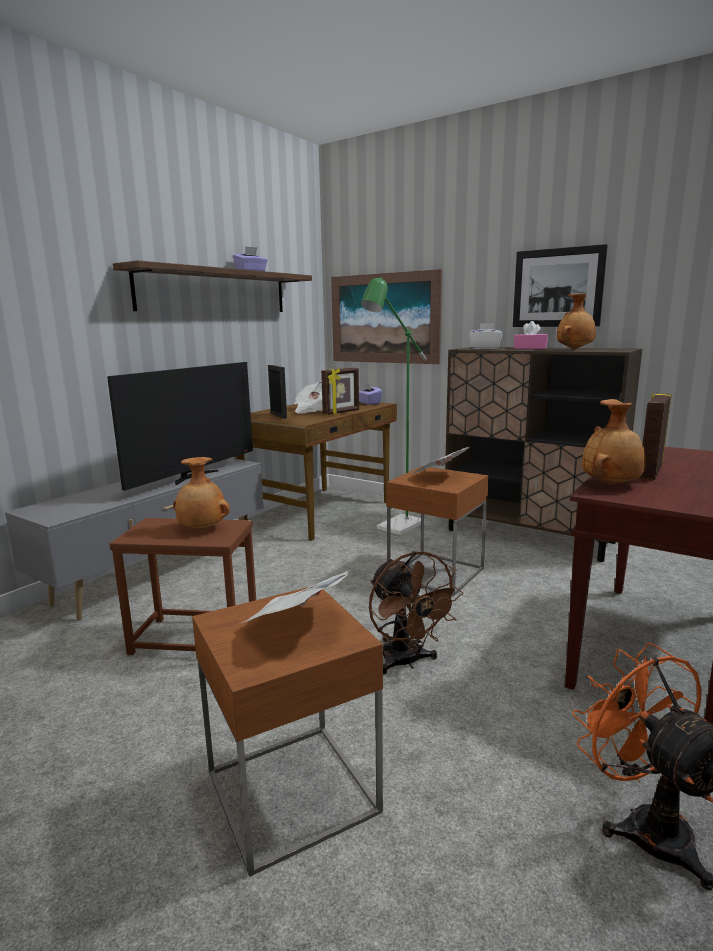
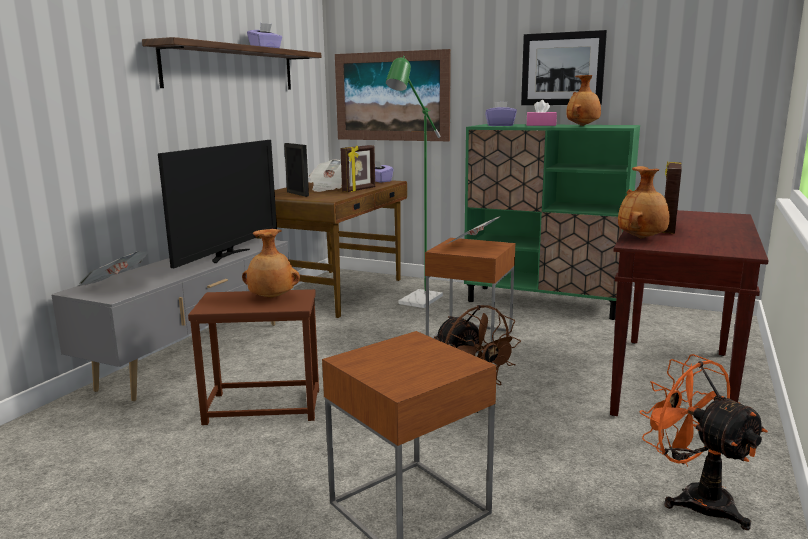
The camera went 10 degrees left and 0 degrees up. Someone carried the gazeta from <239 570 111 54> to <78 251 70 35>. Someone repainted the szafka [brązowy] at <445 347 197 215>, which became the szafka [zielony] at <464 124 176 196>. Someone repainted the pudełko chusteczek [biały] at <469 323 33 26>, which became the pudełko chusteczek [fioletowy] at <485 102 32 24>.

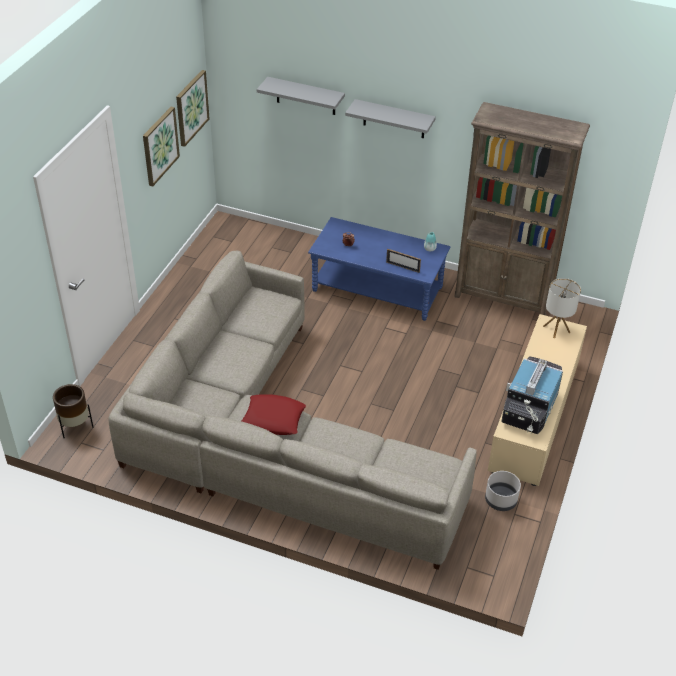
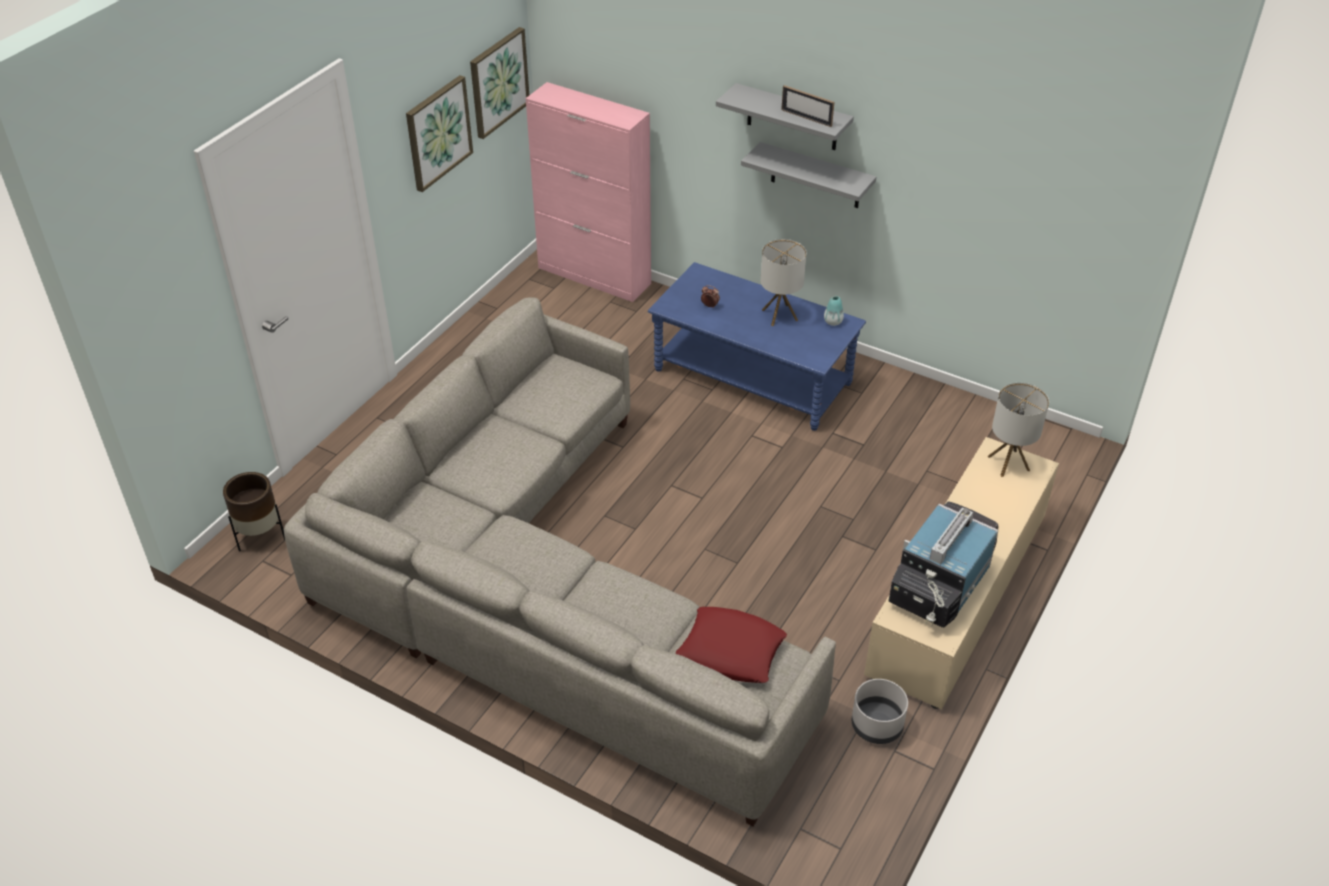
The camera went 10 degrees right and 0 degrees up. Someone took away the regał [brązowy] at <454 102 136 214>. Someone put down the szafka [różowy] at <525 82 126 220>. Someone put down the lampa stołowa at <761 239 46 87>. Someone carried the poduszka [czerwony] from <242 394 64 41> to <676 606 111 77>. Someone carried the półka [szary] from <257 77 88 38> to <741 142 135 66>. Someone carried the ramka na zdjęcie from <386 249 35 24> to <781 85 53 42>.

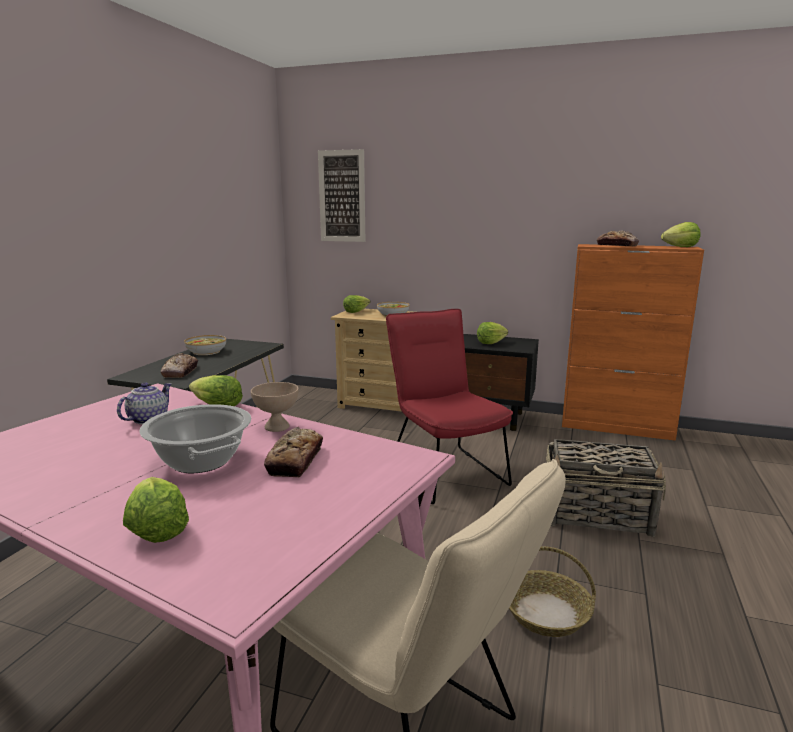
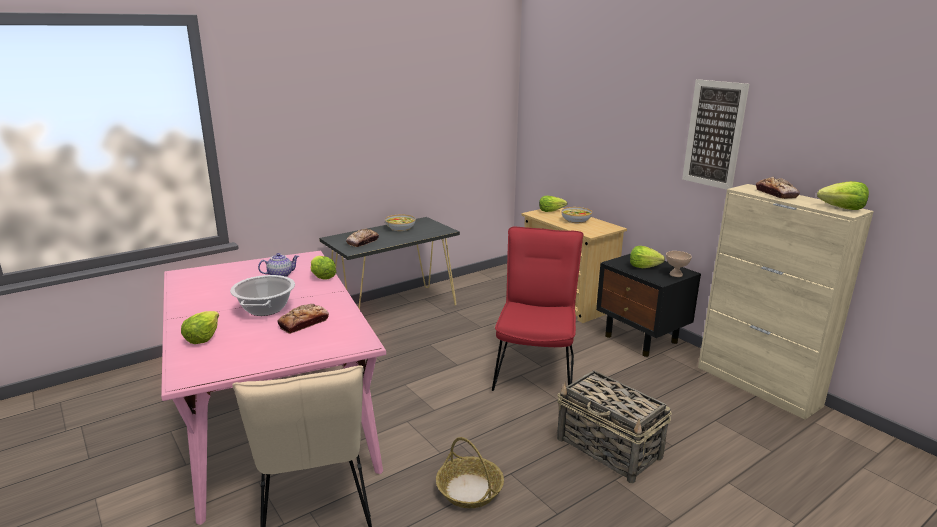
The camera went 35 degrees right and 5 degrees up. Someone carried the miska [beżowy] from <251 382 48 50> to <666 251 26 26>. Someone carried the obraz from <318 149 47 93> to <682 79 67 111>. Someone repainted the szafka [pomarańczowy] at <562 244 142 197>, which became the szafka [beżowy] at <698 184 176 236>.

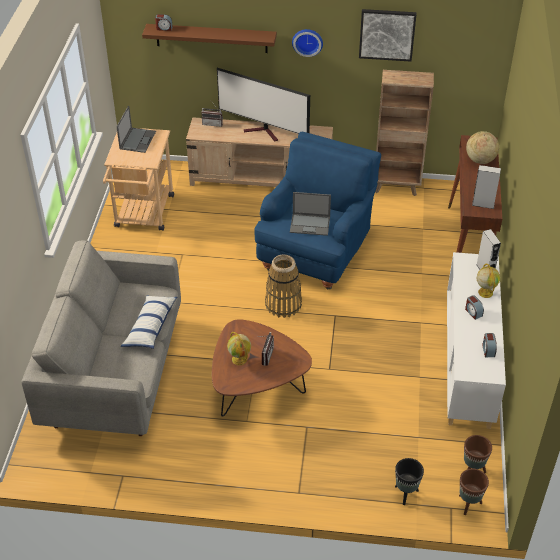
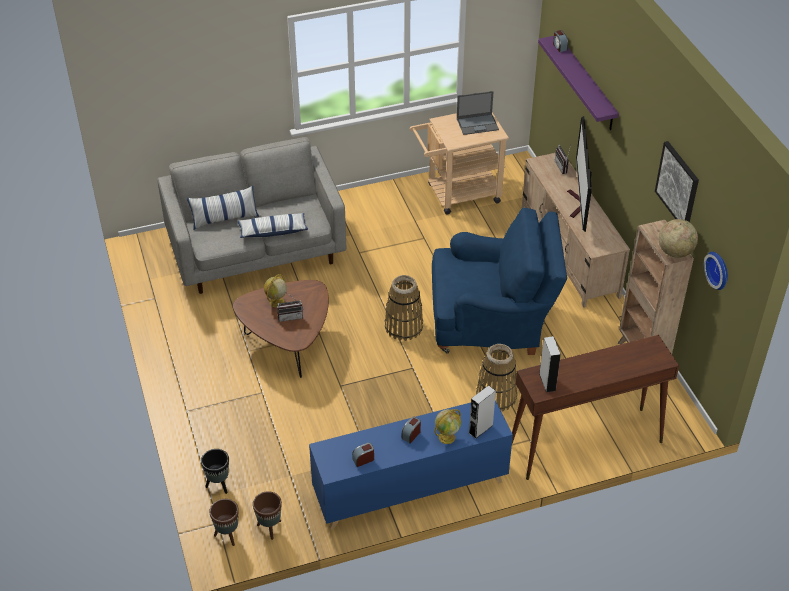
The camera went 65 degrees right and 0 degrees up. Someone took away the laptop at <290 192 41 44>. Someone put down the poduszka at <187 186 72 44>. Someone put down the koszyk at <476 344 41 68>. Someone carried the zegar ścienny from <292 29 31 28> to <704 252 24 38>. Someone carried the globus from <466 131 33 33> to <658 219 40 39>. Someone repainted the półka [brązowy] at <142 24 135 29>, which became the półka [fioletowy] at <538 36 81 94>. Someone repainted the szafka [biały] at <447 252 59 177>, which became the szafka [niebieski] at <309 401 204 129>.

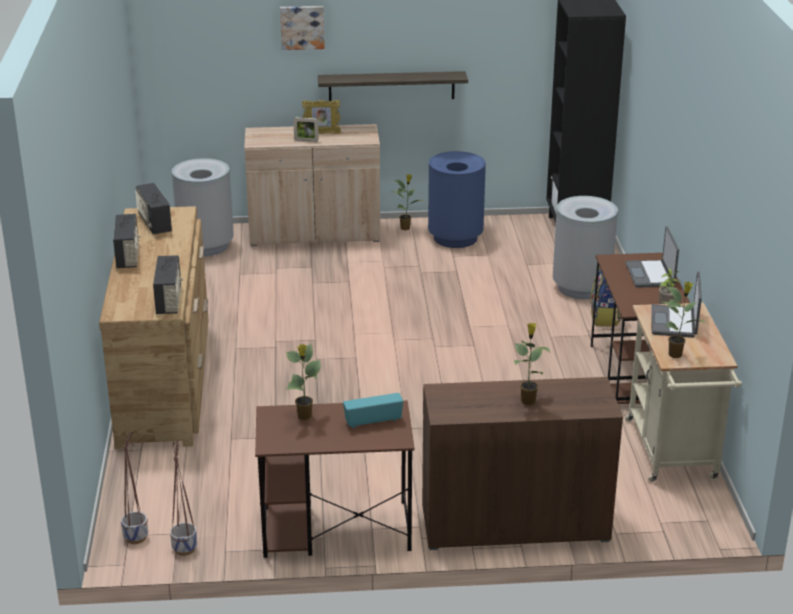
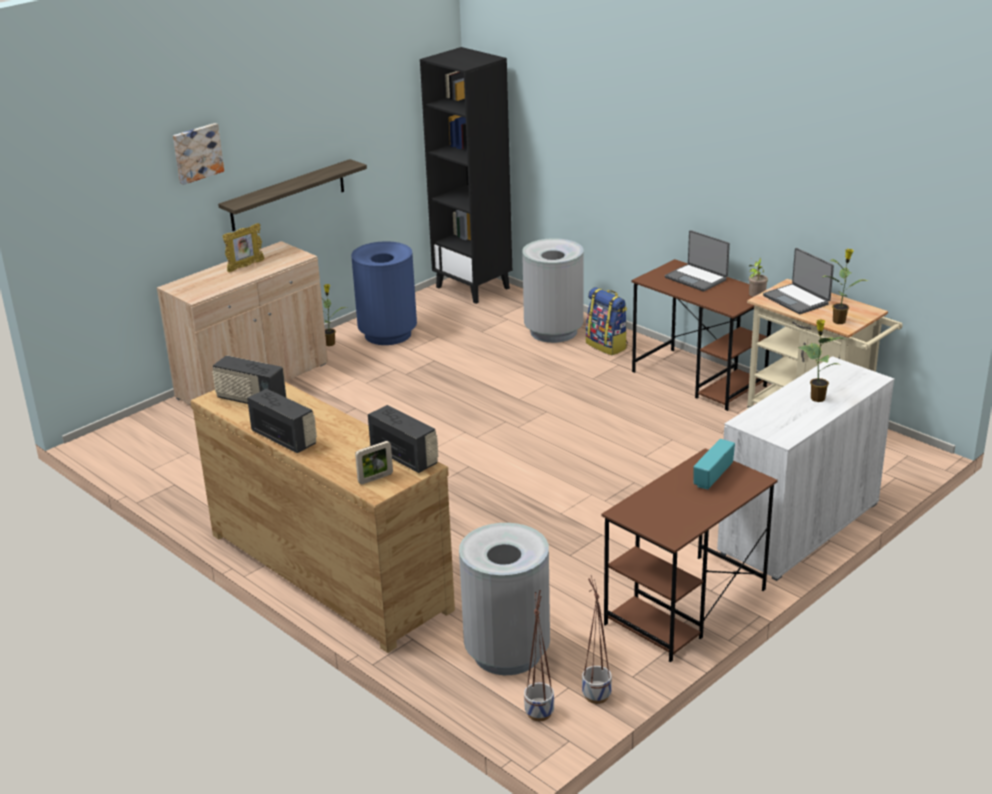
The camera went 40 degrees left and 0 degrees up. Someone took away the roślina doniczkowa at <286 343 35 77>. Someone carried the kosz na śmieci [szary] from <172 158 62 98> to <459 523 91 152>. Someone carried the ramka na zdjęcie from <293 117 26 25> to <355 441 38 43>. Someone repainted the szafka [brązowy] at <422 377 201 173>, which became the szafka [biały] at <717 356 177 225>.

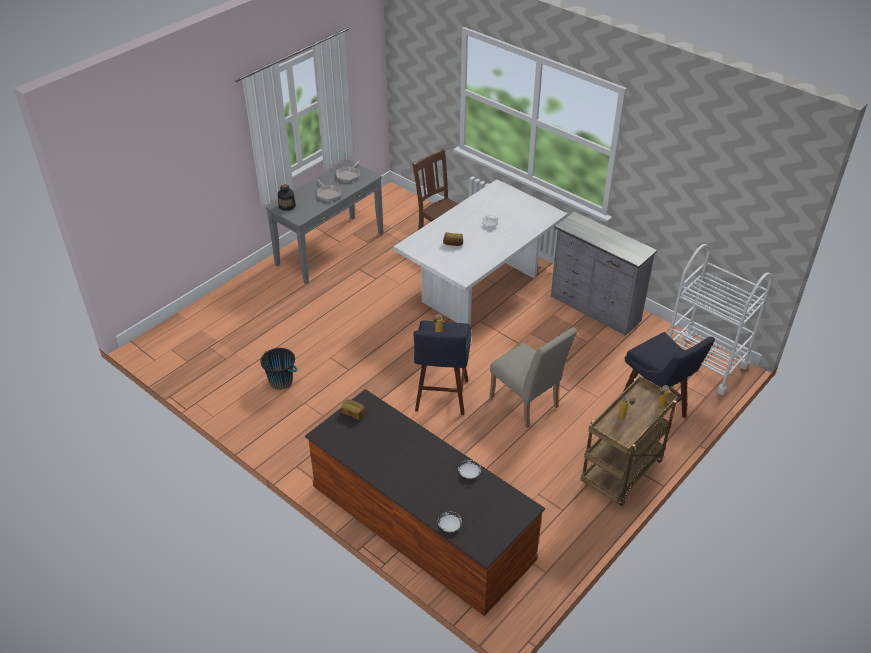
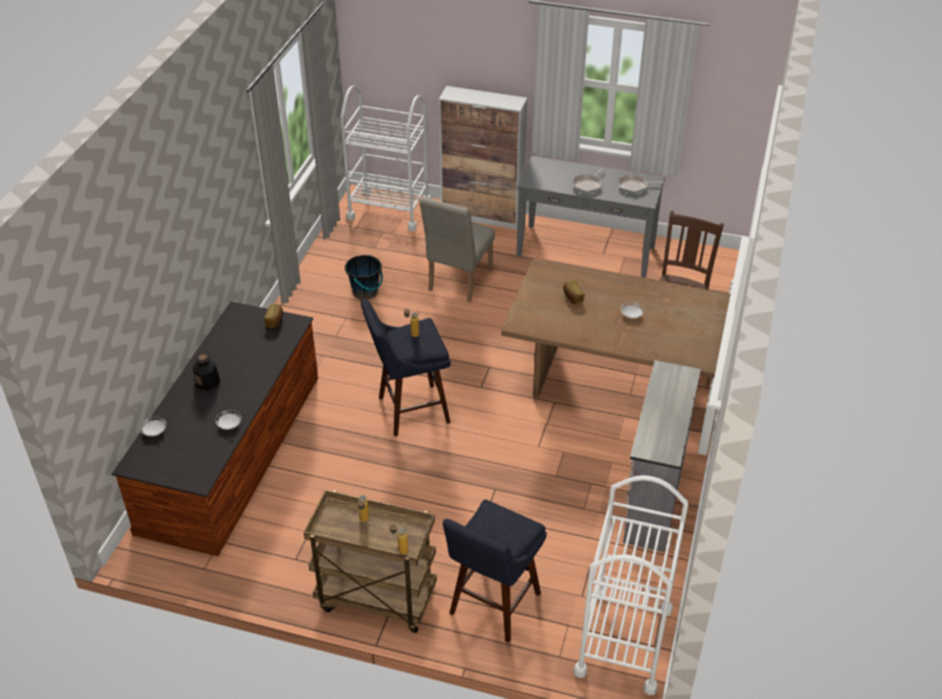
The camera went 65 degrees right and 0 degrees up. Someone put down the wózek [biały] at <341 86 90 145>. Someone put down the szafka at <439 86 88 143>. Someone carried the butelka from <278 184 18 27> to <193 354 27 36>. Someone carried the krzesło [beżowy] from <489 327 88 101> to <419 197 76 105>. Someone repainted the stół jadalny [biały] at <393 179 175 148>, which became the stół jadalny [brązowy] at <501 257 230 141>.

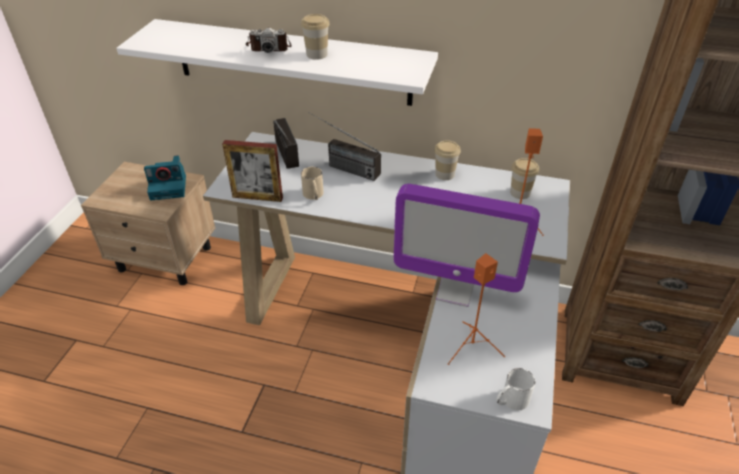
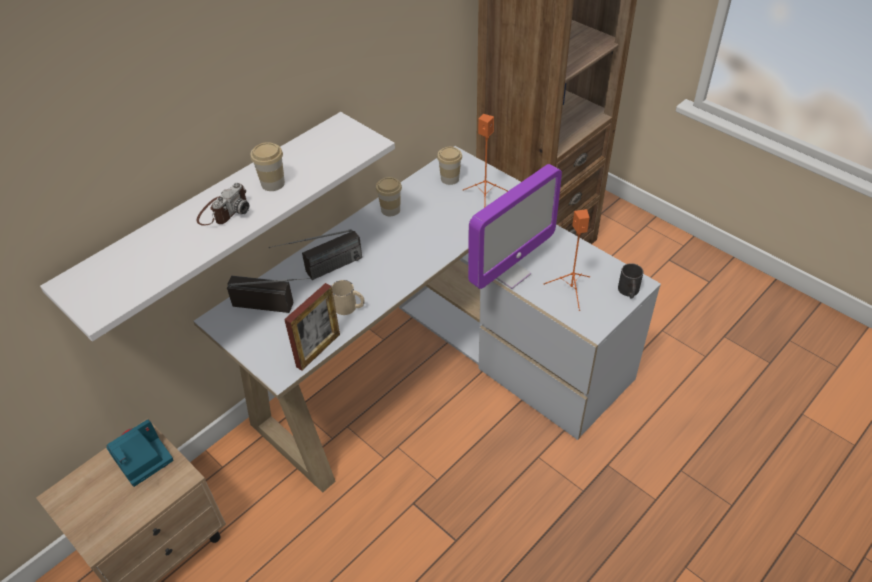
The camera went 60 degrees left and 5 degrees up. Someone repainted the kubek [biały] at <496 368 39 42>, which became the kubek [czarny] at <618 263 25 36>. Someone rotated the aparat fotograficzny at <144 155 42 46> by 150 degrees counterclockwise.

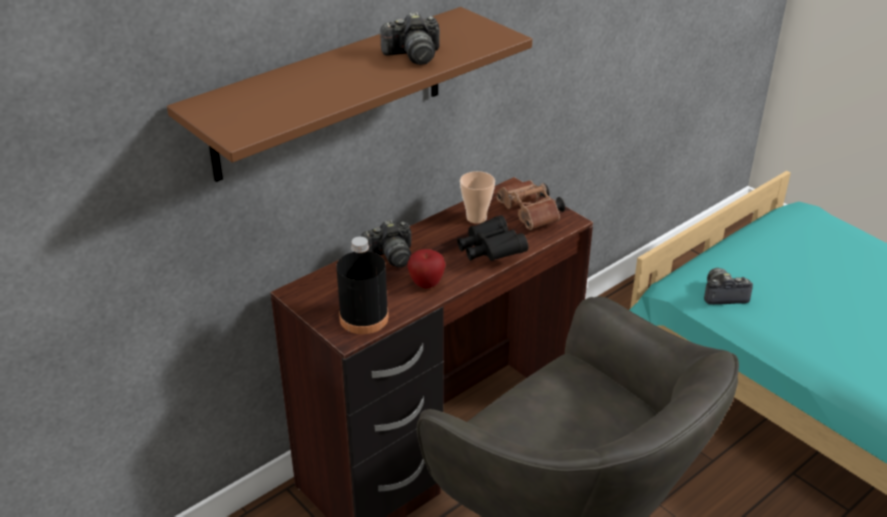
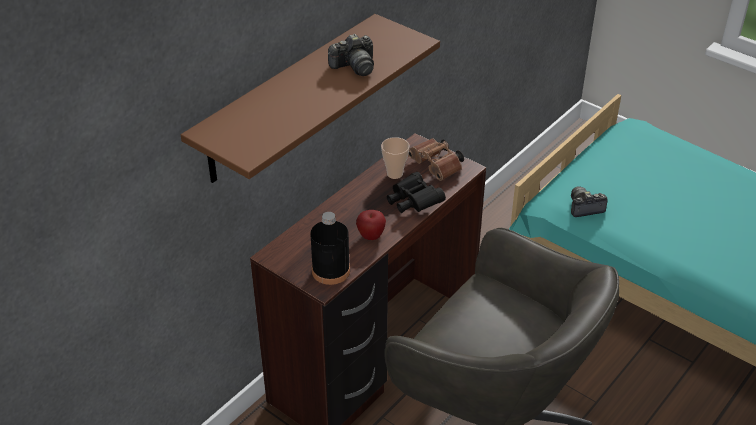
The camera went 10 degrees left and 5 degrees up. Someone took away the aparat fotograficzny at <360 220 51 48>.

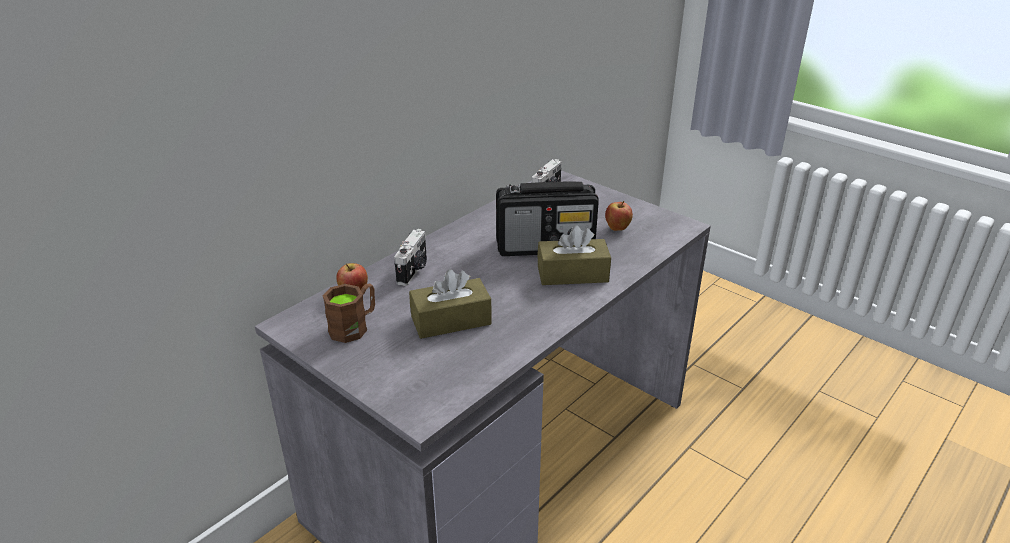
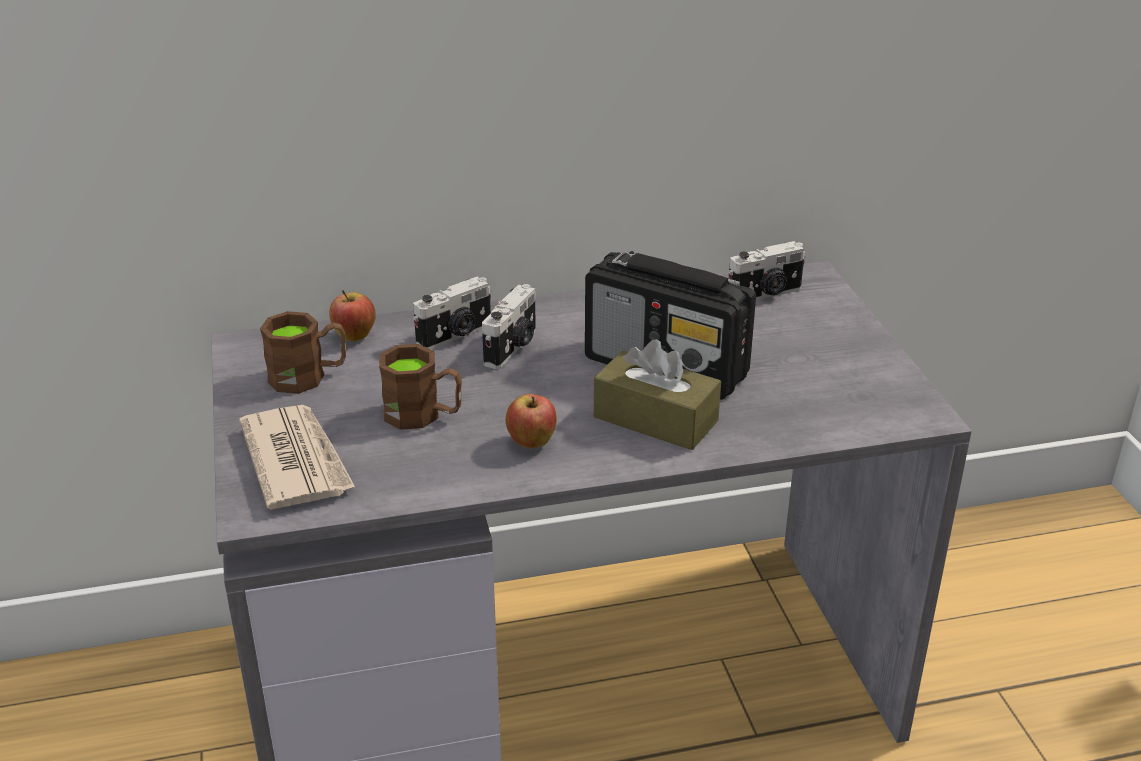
The camera went 35 degrees right and 0 degrees up. Someone put down the gazeta at <239 405 116 105>. Someone put down the aparat fotograficzny at <482 284 54 85>. Someone carried the jabłko from <605 201 28 30> to <506 394 50 54>. Someone swapped the pudełko chusteczek [brązowy] at <409 269 83 70> for the kubek [brązowy] at <379 344 83 86>.

